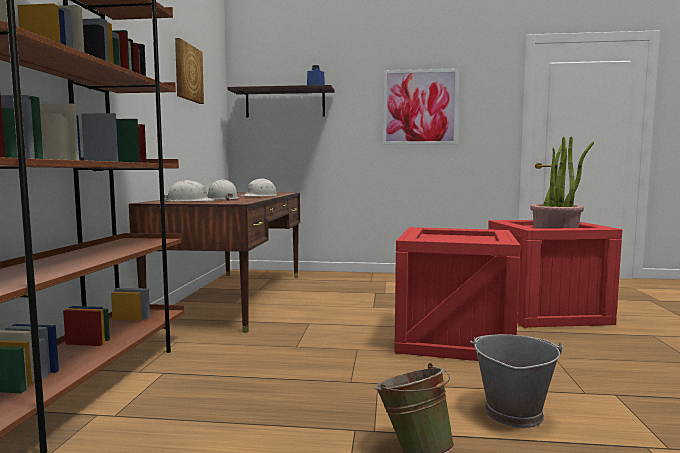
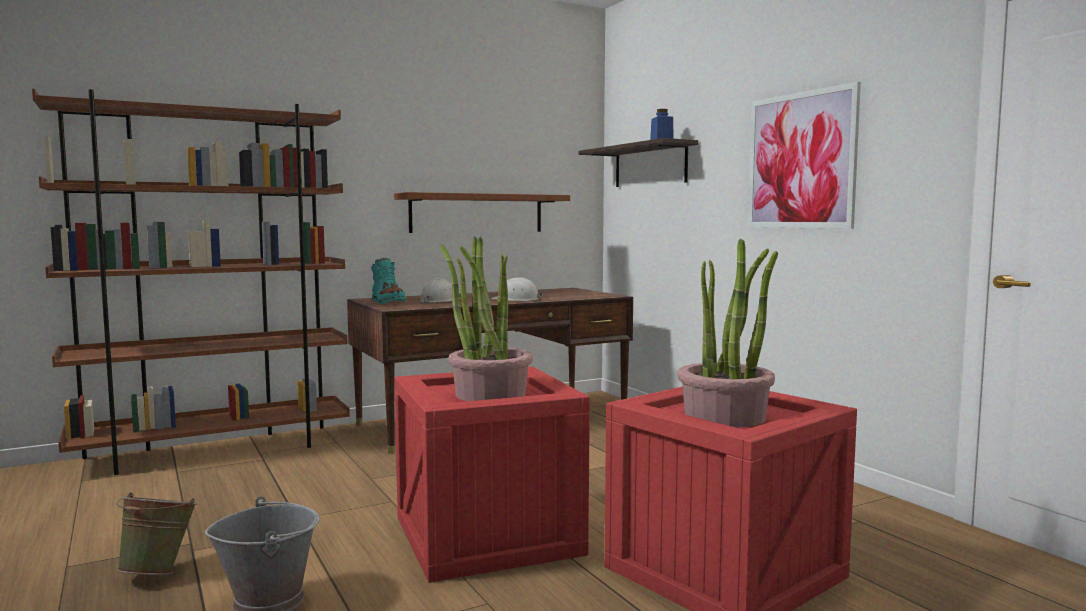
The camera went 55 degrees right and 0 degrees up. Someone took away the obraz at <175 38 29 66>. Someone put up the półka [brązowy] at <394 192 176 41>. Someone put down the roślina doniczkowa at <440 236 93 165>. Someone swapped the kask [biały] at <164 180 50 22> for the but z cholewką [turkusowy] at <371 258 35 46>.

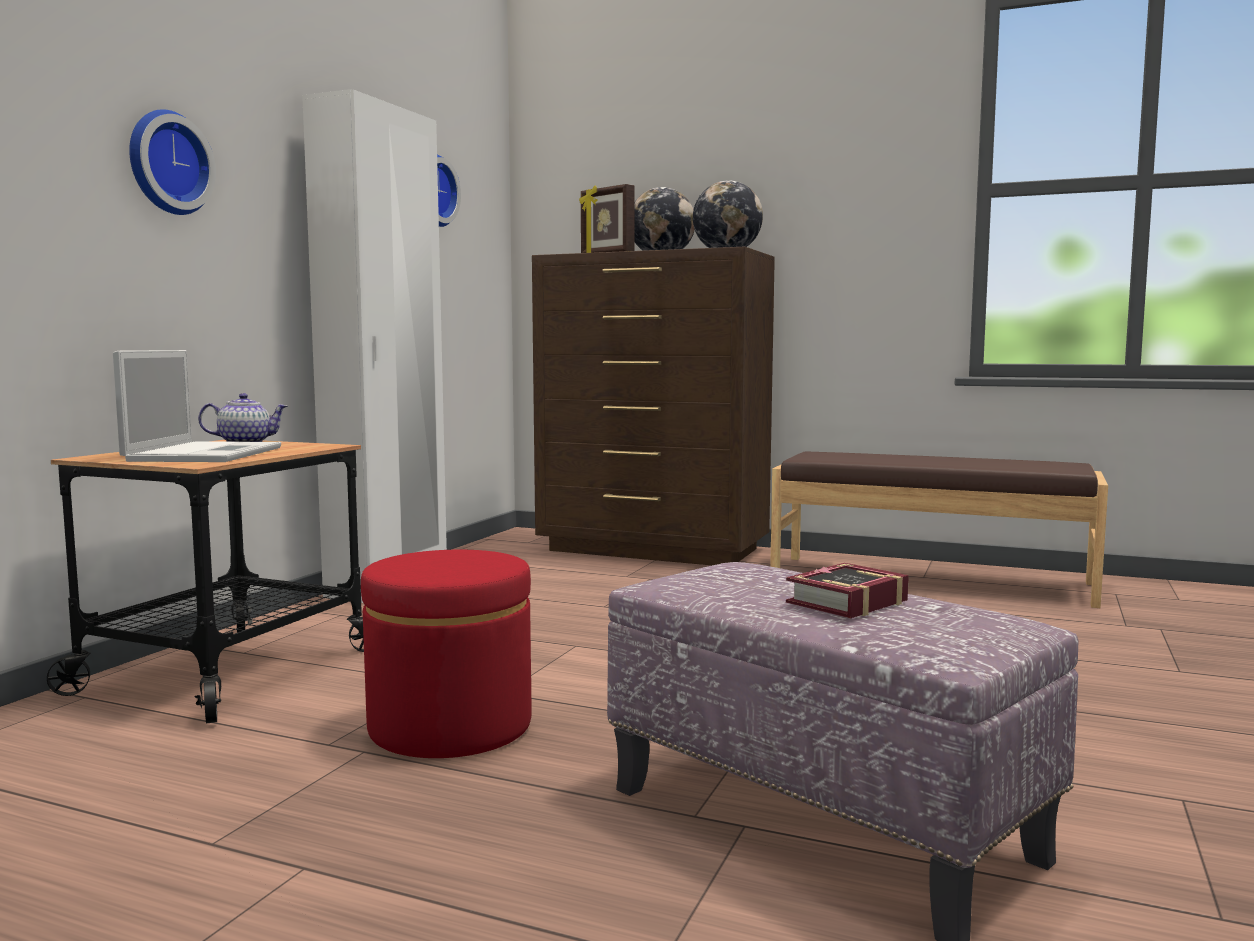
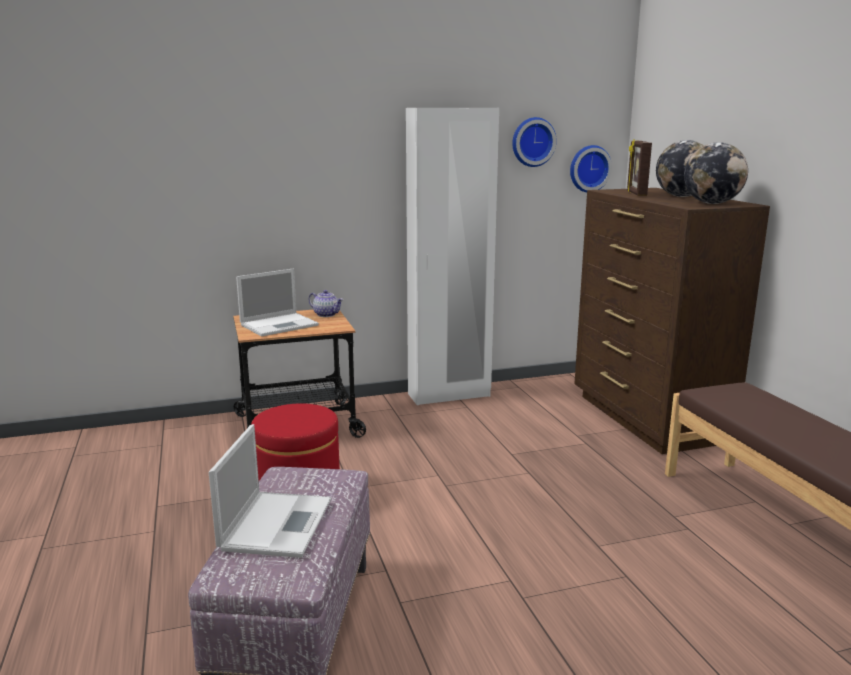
The camera went 50 degrees right and 10 degrees up. Someone carried the zegar ścienny from <129 109 87 106> to <570 145 42 47>. Someone swapped the książka at <786 563 123 55> for the laptop at <209 424 122 134>.

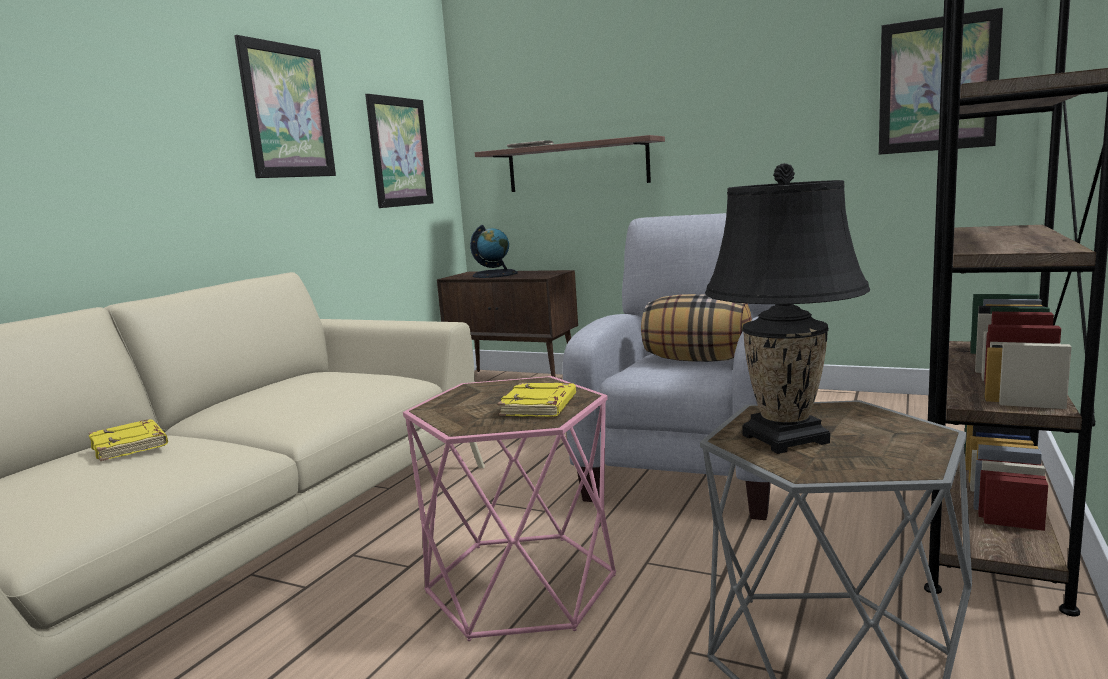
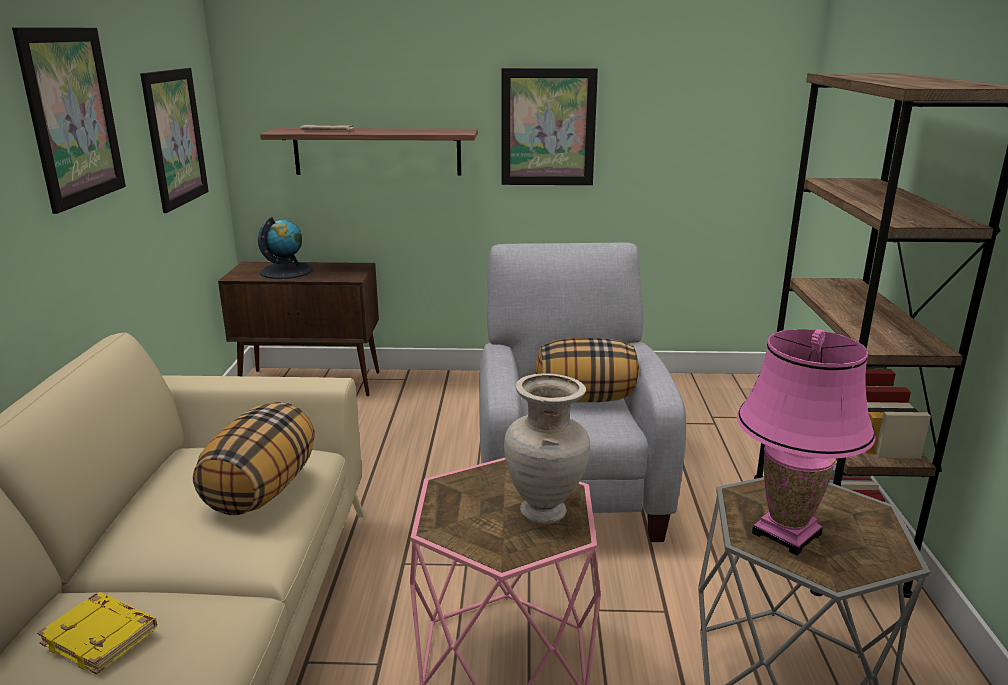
The camera went 25 degrees left and 10 degrees up. Someone put down the poduszka at <193 402 122 113>. Someone carried the obraz from <879 8 124 147> to <501 68 97 117>. Someone swapped the książka [żółty] at <498 383 78 34> for the wazon [beżowy] at <504 373 86 151>. Someone repainted the lampa stołowa [czarny] at <705 163 165 291>, which became the lampa stołowa [różowy] at <737 329 138 226>.

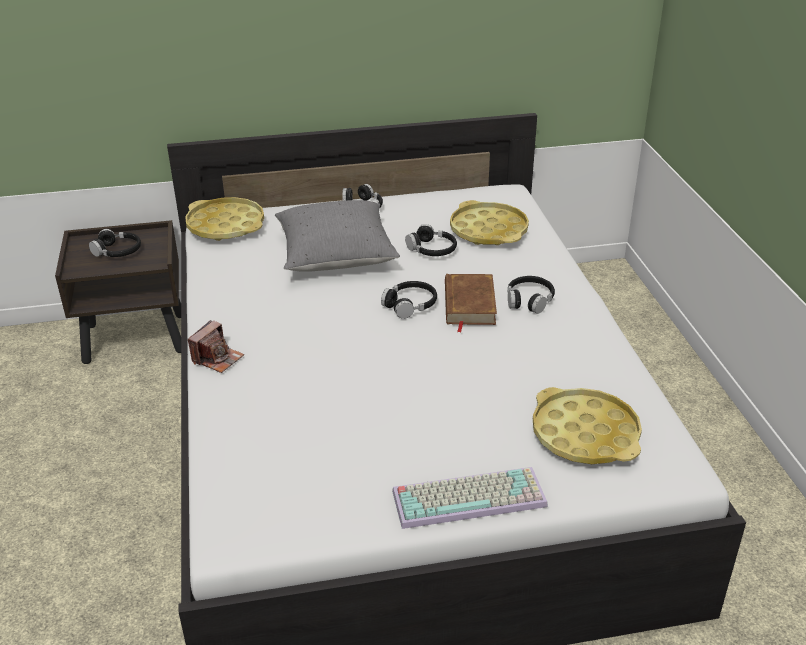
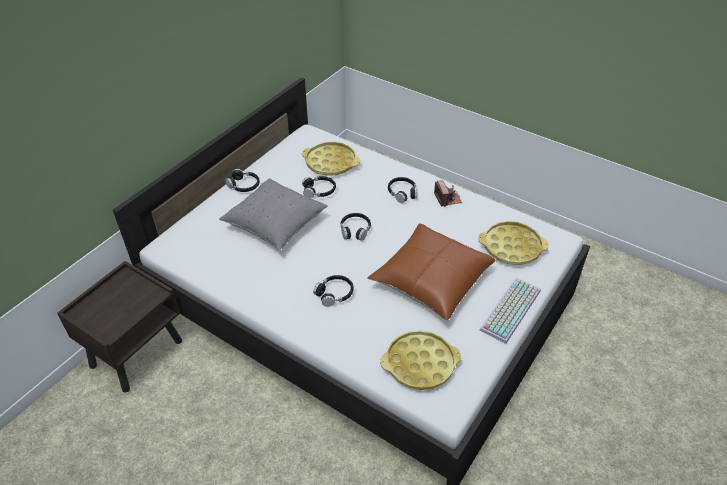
The camera went 45 degrees left and 10 degrees up. Someone took away the książka [brązowy] at <445 274 52 59>. Someone put down the poduszka [brązowy] at <367 224 128 96>. Someone carried the słuchawki [czarny] from <89 229 52 28> to <313 275 41 32>. Someone carried the taca [żółty] from <185 197 79 44> to <380 330 81 60>. Someone carried the aparat fotograficzny from <188 320 56 53> to <434 180 28 27>.

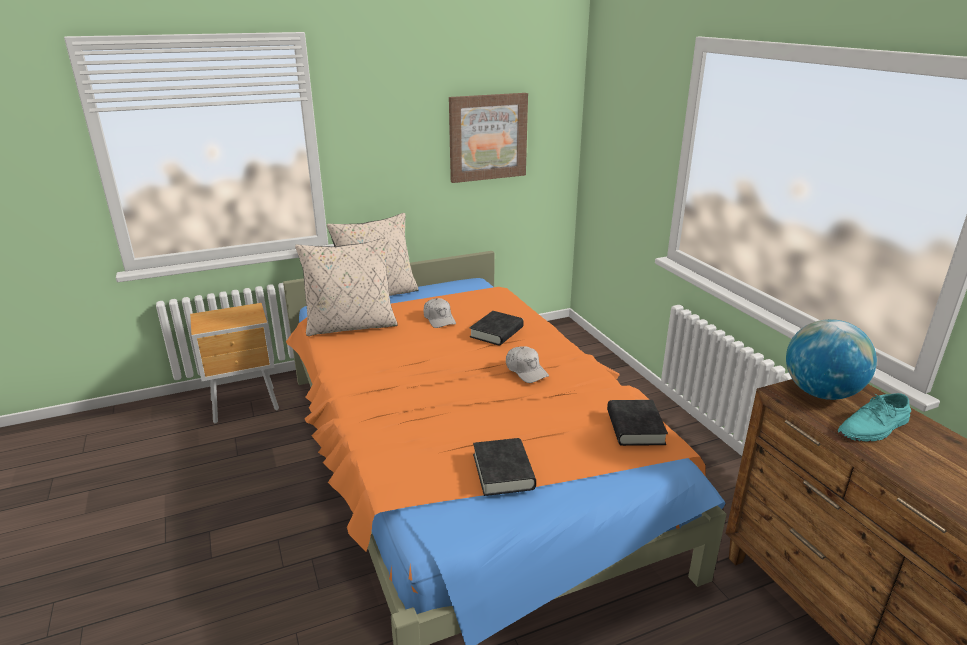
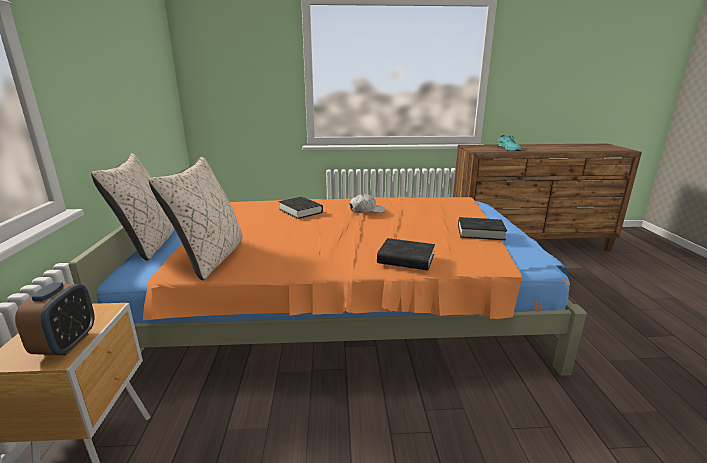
The camera went 70 degrees left and 5 degrees down. Someone took away the czapka z daszkiem [biały] at <424 298 32 30>. Someone took away the obraz at <449 93 79 90>. Someone took away the globus at <786 319 91 81>. Someone put down the budzik at <15 282 80 73>. Someone carried the książka [czarny] from <607 400 61 46> to <377 238 58 33>.

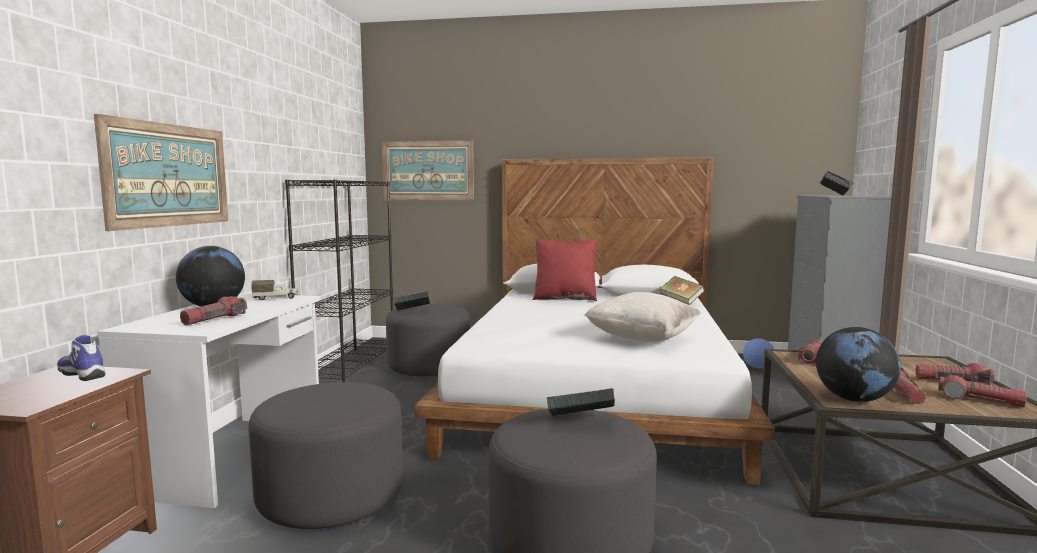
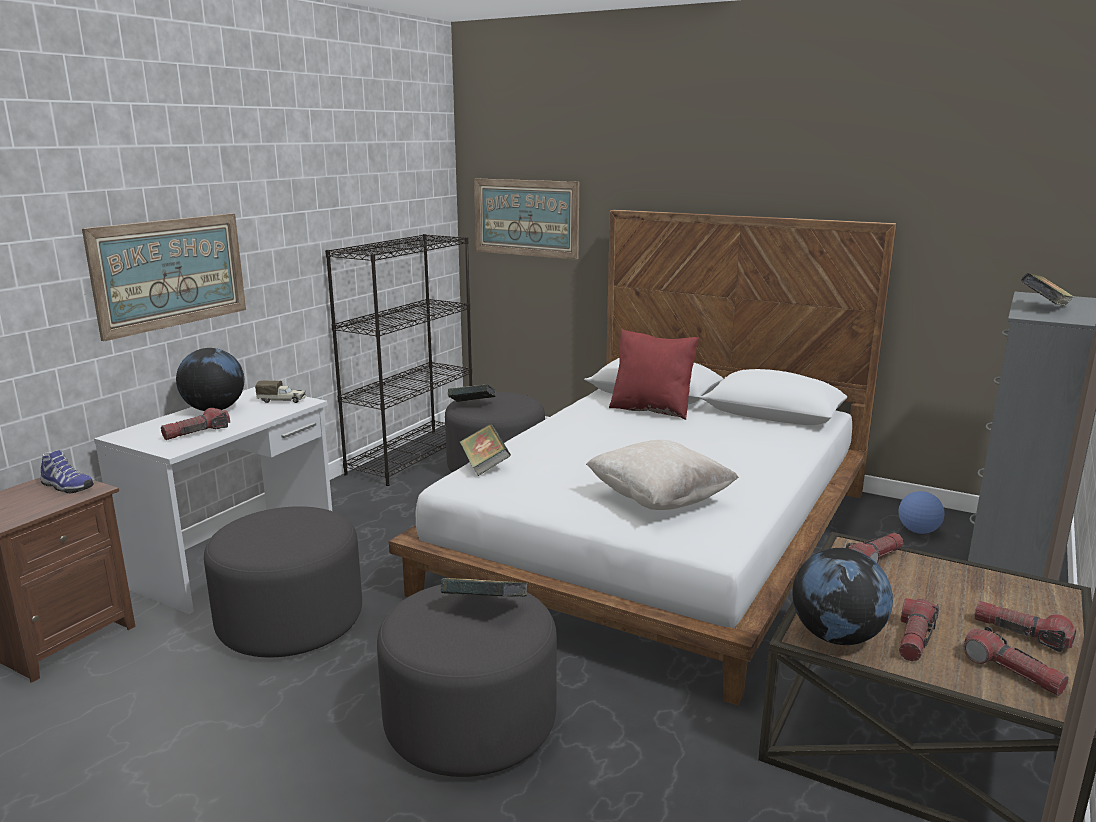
The camera went 20 degrees right and 10 degrees up. Someone carried the książka from <660 276 45 29> to <460 424 51 52>. Someone rotated the but at <57 335 48 46> by 150 degrees clockwise.

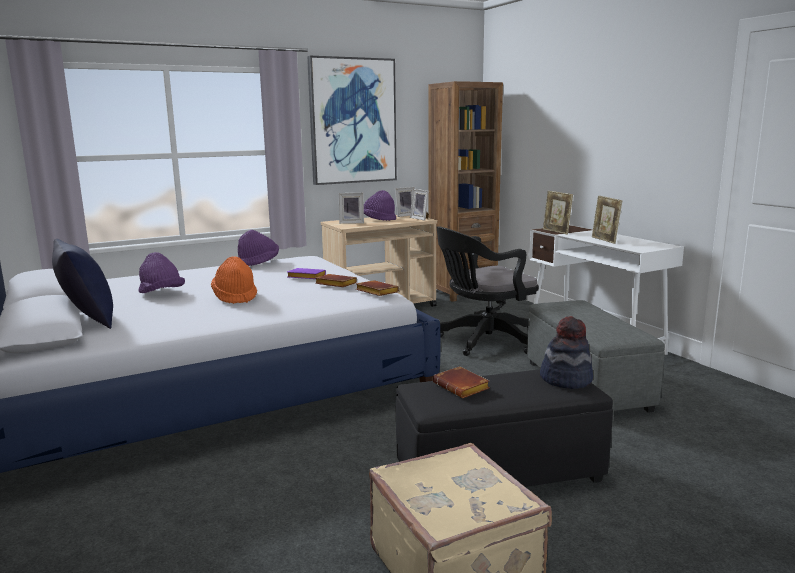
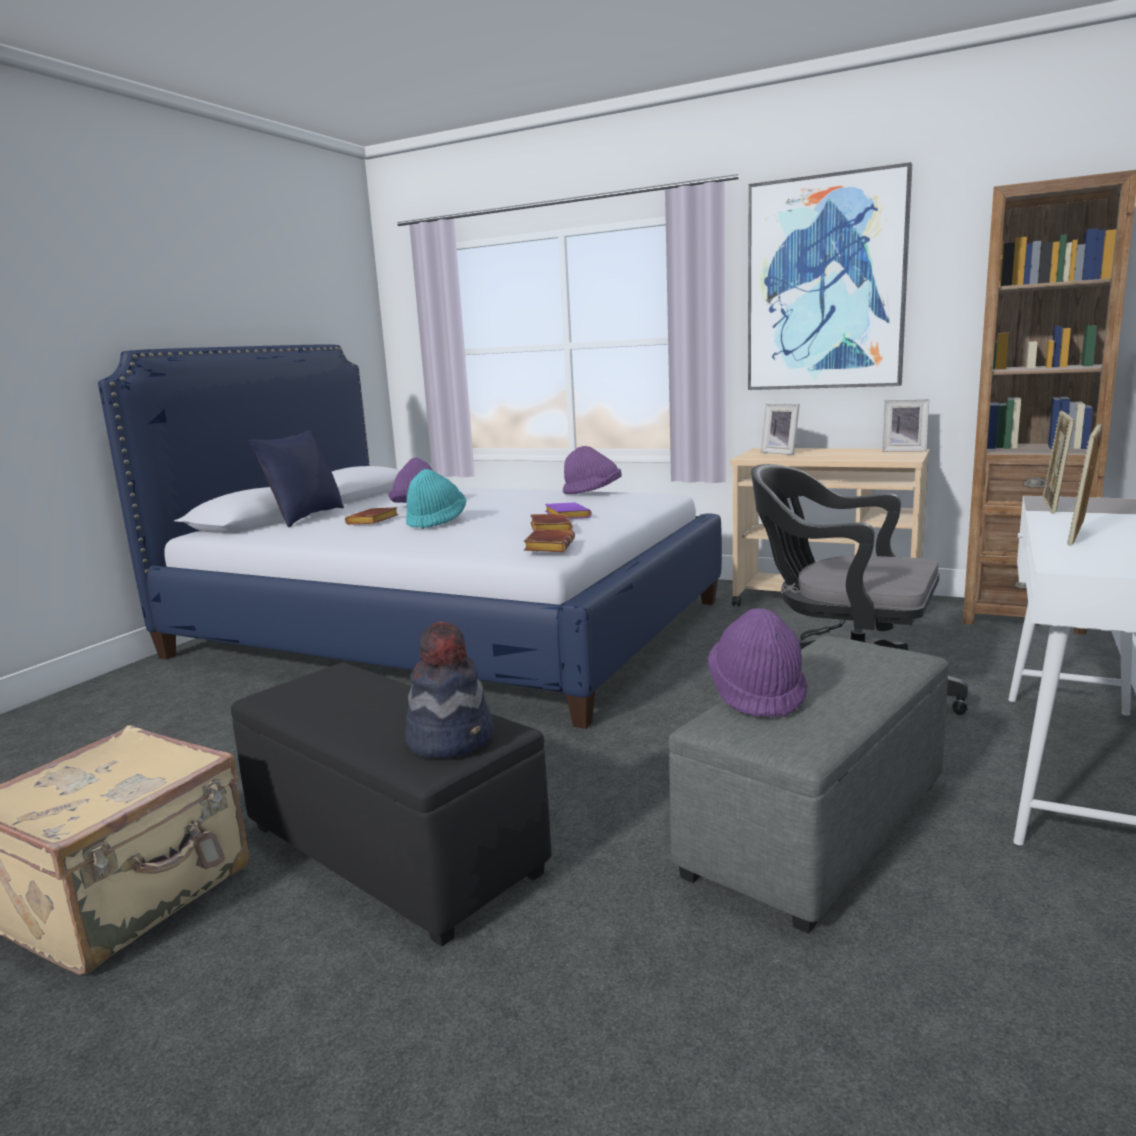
The camera went 55 degrees right and 0 degrees up. Someone took away the ramka na zdjęcie at <410 189 19 32>. Someone carried the kapelusz [fioletowy] from <364 190 32 31> to <708 608 100 109>. Someone carried the książka [brązowy] from <433 366 56 32> to <345 507 54 18>. Someone repainted the kapelusz [pomarańczowy] at <211 256 46 48>, which became the kapelusz [turkusowy] at <406 469 60 60>.

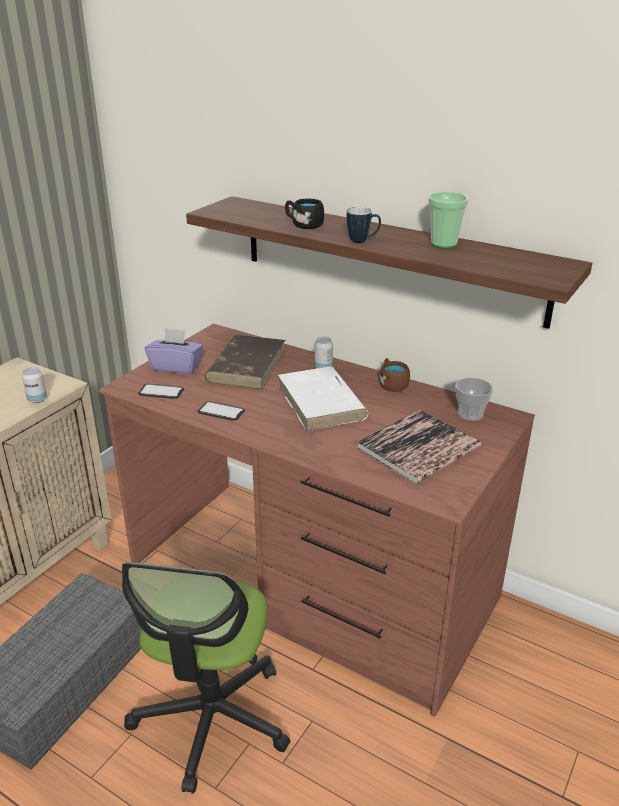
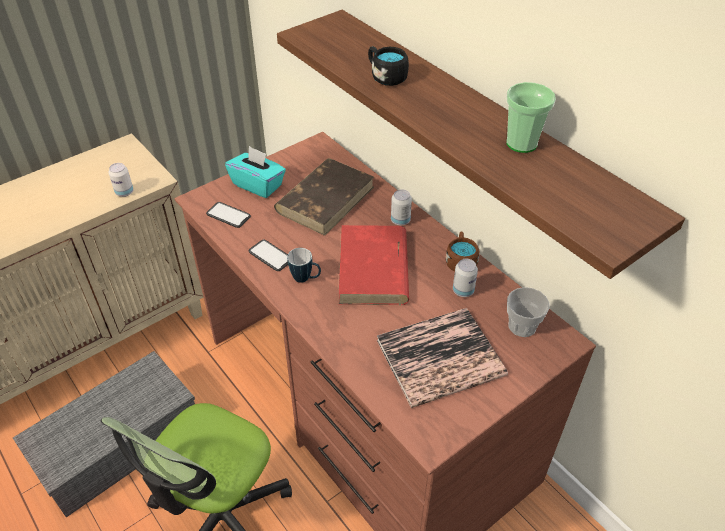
The camera went 20 degrees right and 15 degrees up. Someone put down the puszka at <453 259 25 38>. Someone carried the kubek from <347 207 34 36> to <287 248 34 35>. Someone repainted the pudełko chusteczek [fioletowy] at <145 328 58 46>, which became the pudełko chusteczek [turkusowy] at <225 146 61 52>. Someone repainted the książka [biały] at <278 367 90 65>, which became the książka [czerwony] at <338 225 71 80>.

